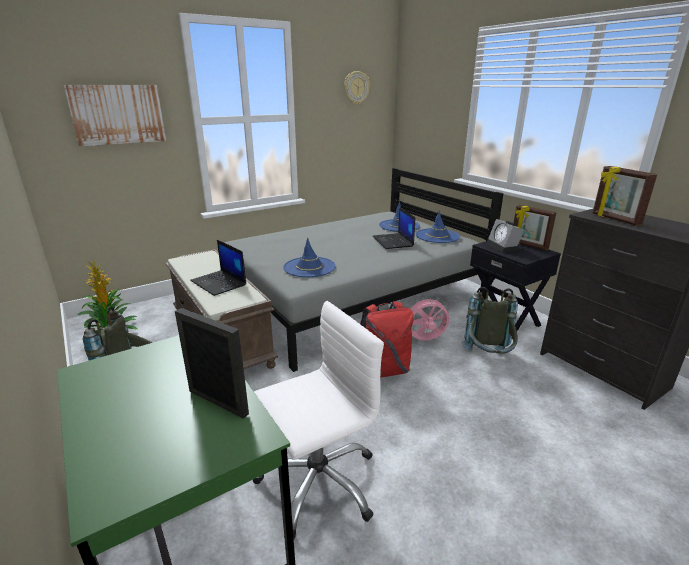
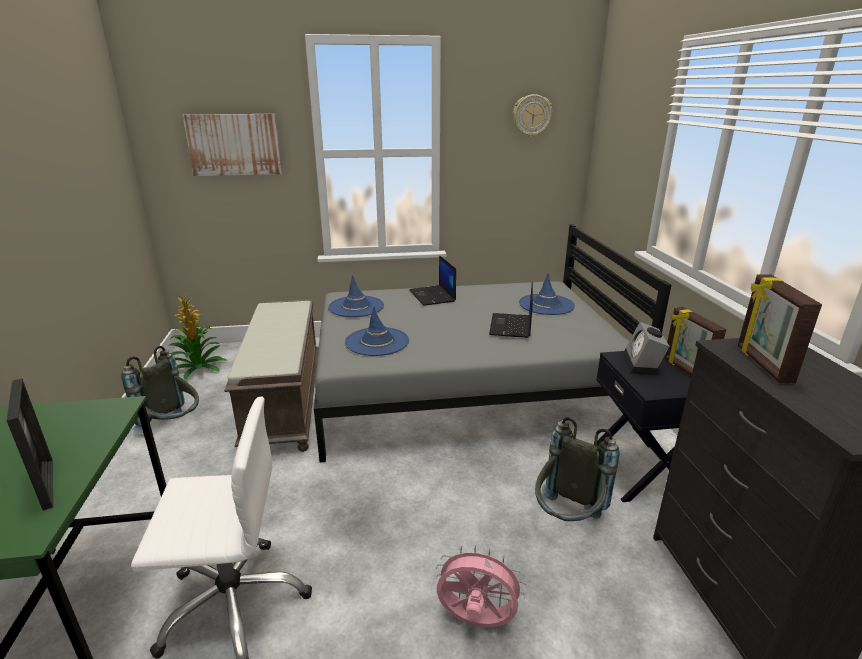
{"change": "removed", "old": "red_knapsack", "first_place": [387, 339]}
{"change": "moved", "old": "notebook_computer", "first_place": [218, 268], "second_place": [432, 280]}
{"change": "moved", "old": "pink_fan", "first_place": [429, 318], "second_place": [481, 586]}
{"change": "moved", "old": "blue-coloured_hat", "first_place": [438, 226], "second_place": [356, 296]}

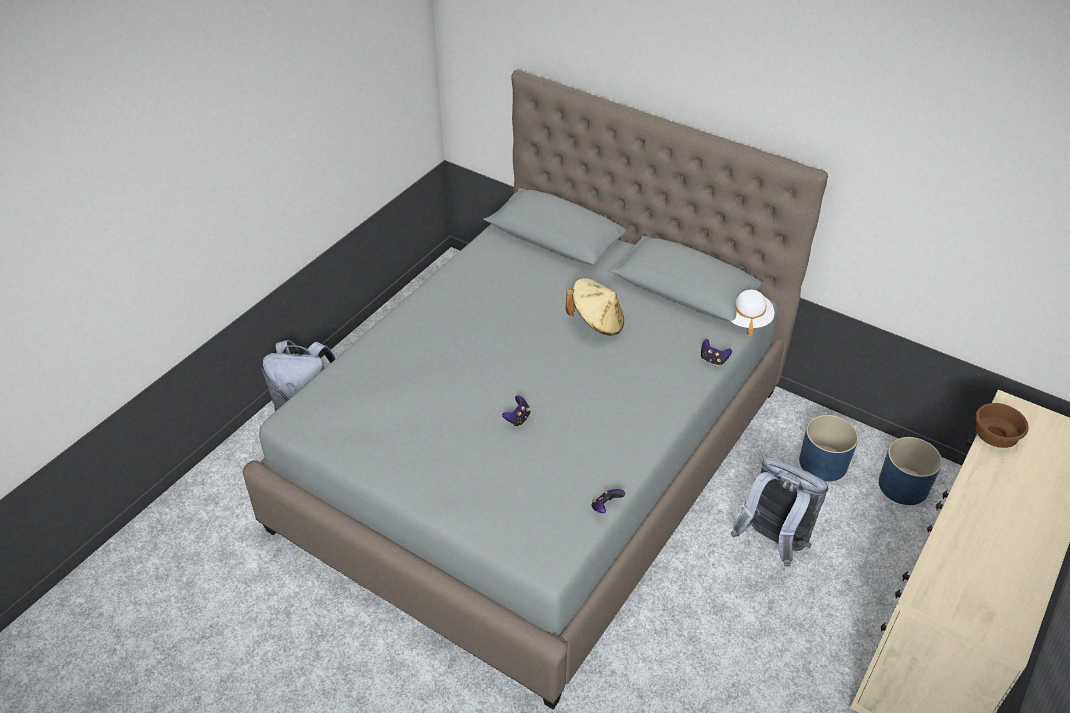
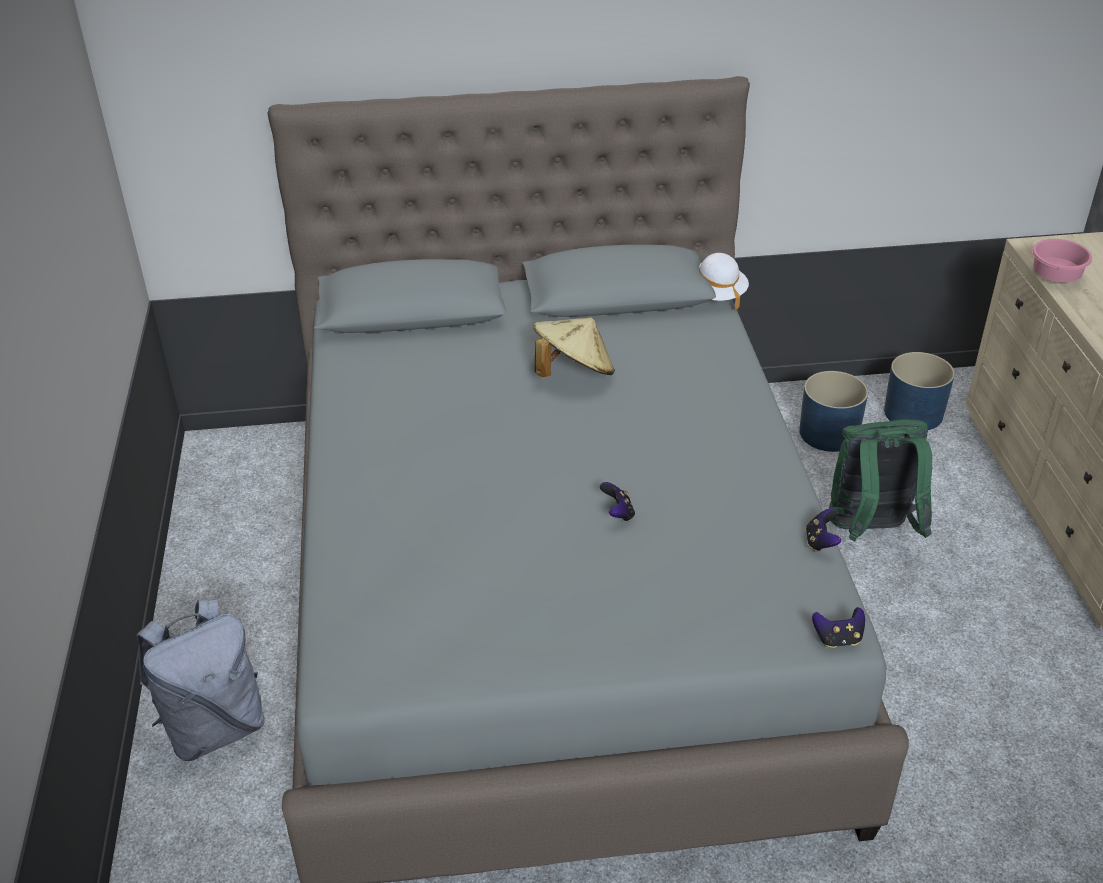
{"change": "moved", "old": "gamepad", "first_place": [716, 352], "second_place": [838, 627]}
{"change": "recoloured", "old": "gray_knapsack", "new": "green_knapsack", "first_place": [779, 512], "second_place": [880, 480]}
{"change": "recoloured", "old": "brown_serving_bowl", "new": "pink_serving_bowl", "first_place": [1002, 425], "second_place": [1062, 260]}

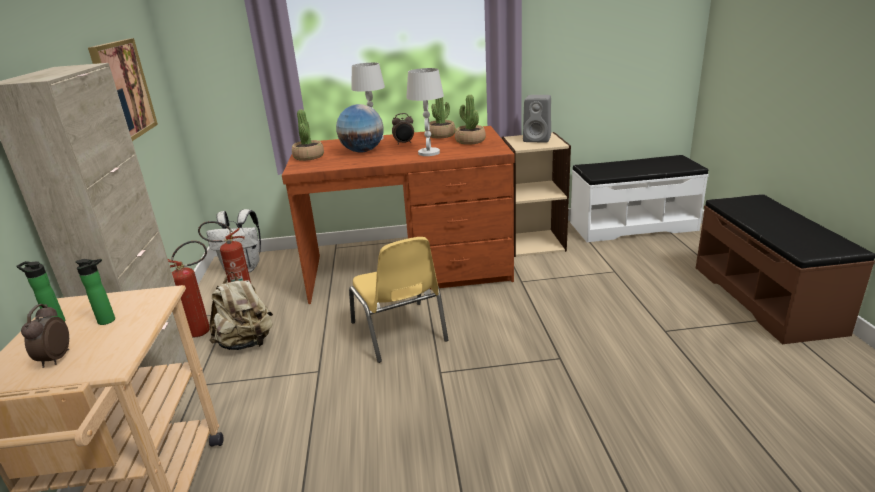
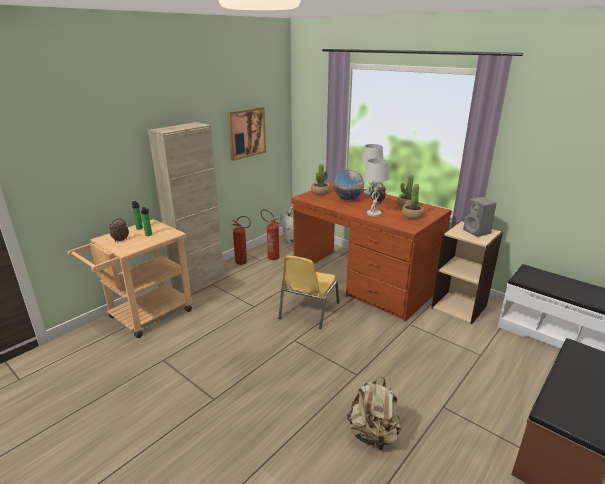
{"change": "moved", "old": "beige-coloured_knapsack", "first_place": [241, 311], "second_place": [374, 413]}

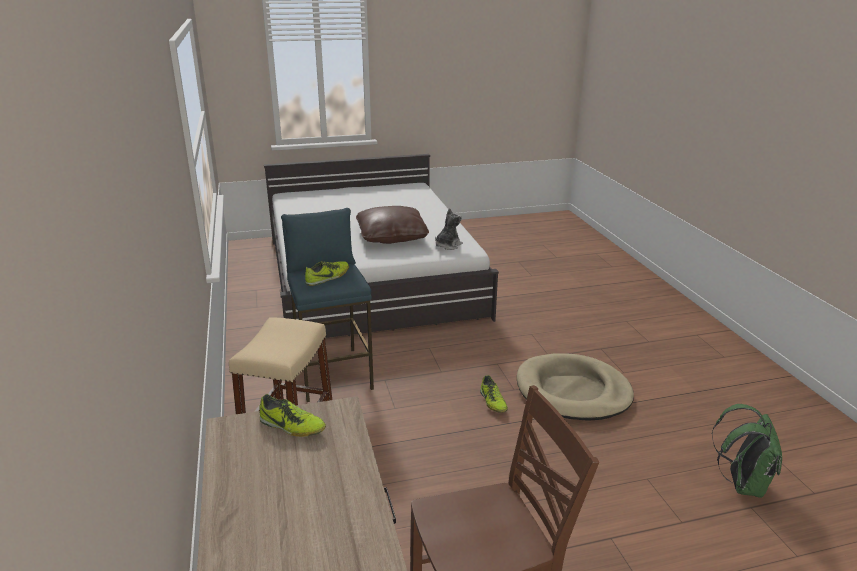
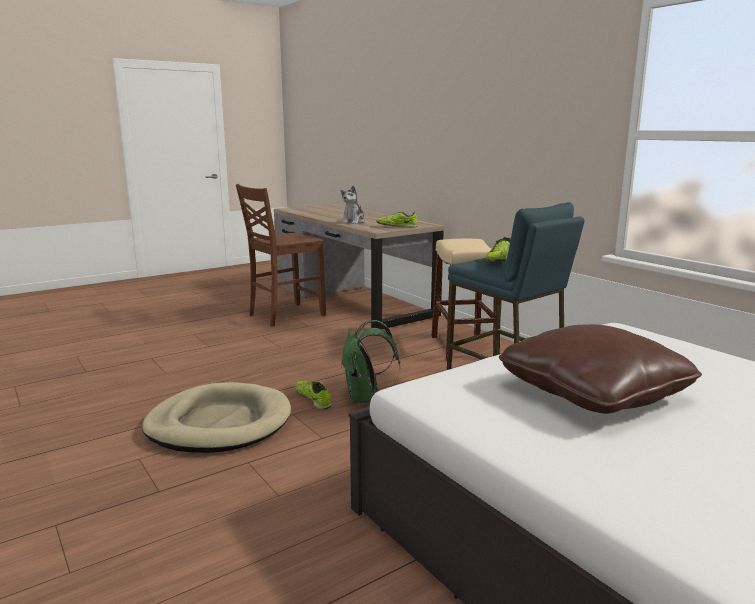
{"change": "moved", "old": "plush_toy", "first_place": [449, 229], "second_place": [352, 204]}
{"change": "moved", "old": "green_knapsack", "first_place": [747, 451], "second_place": [370, 361]}

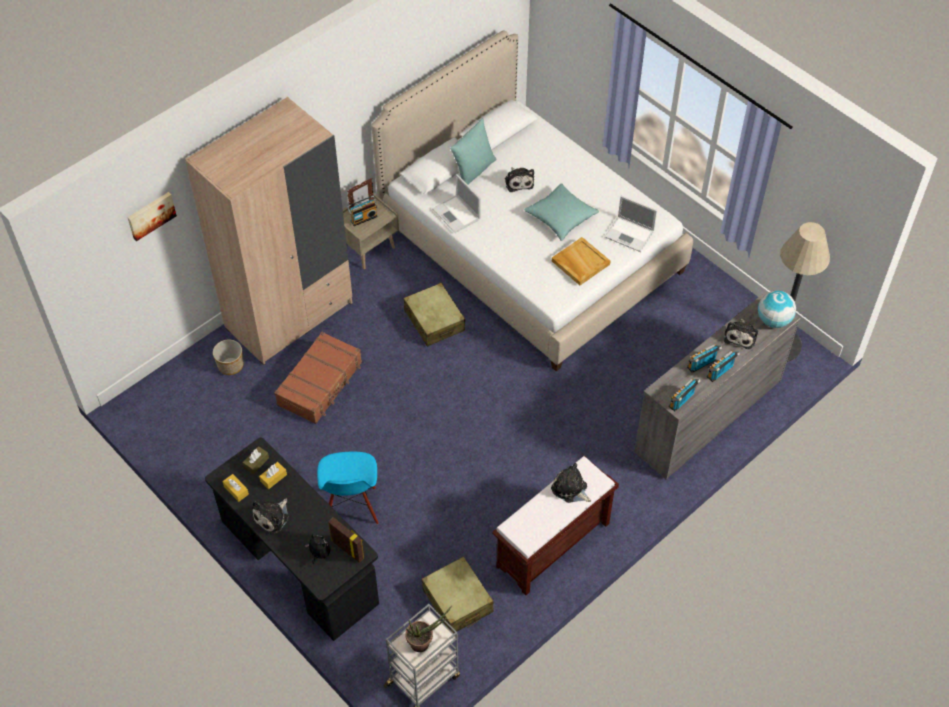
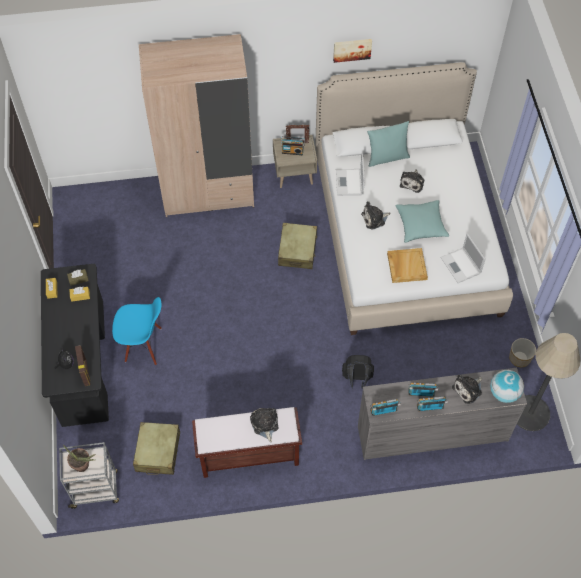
{"change": "removed", "old": "brown_travel_case", "first_place": [318, 378]}
{"change": "added", "new": "black-coloured_knapsack", "second_place": [358, 372]}
{"change": "moved", "old": "wall_picture", "first_place": [152, 216], "second_place": [352, 51]}
{"change": "moved", "old": "planter", "first_place": [228, 357], "second_place": [522, 352]}
{"change": "moved", "old": "plush_toy", "first_place": [270, 516], "second_place": [376, 215]}
{"change": "turned", "old": "blue-coloured_upright_chair", "first_place": [348, 488], "second_place": [137, 331], "degrees": -120}

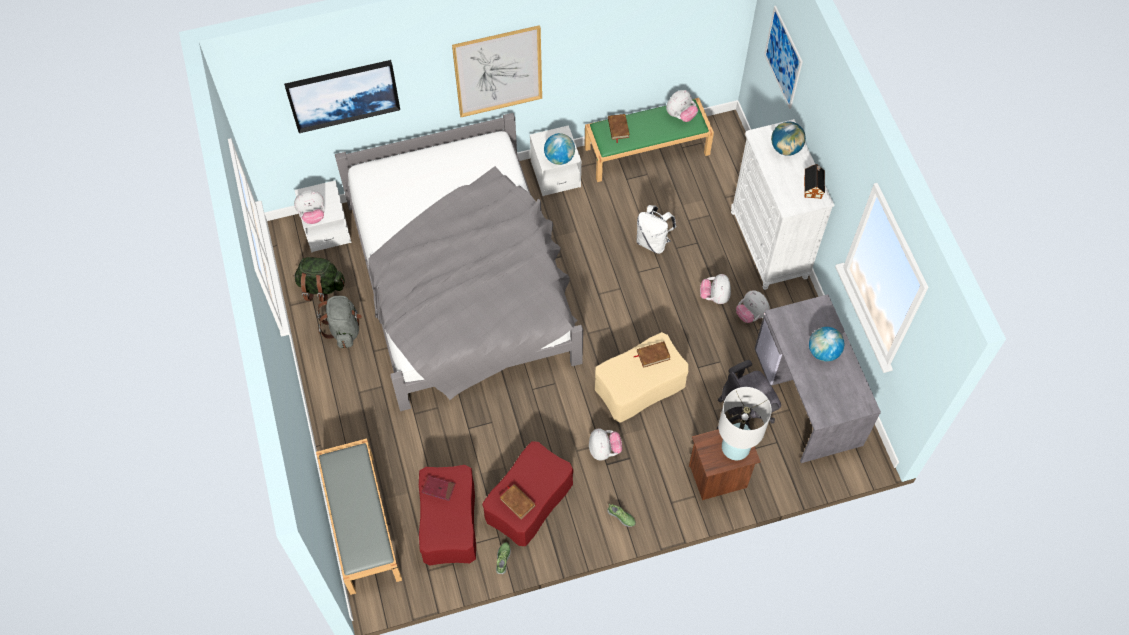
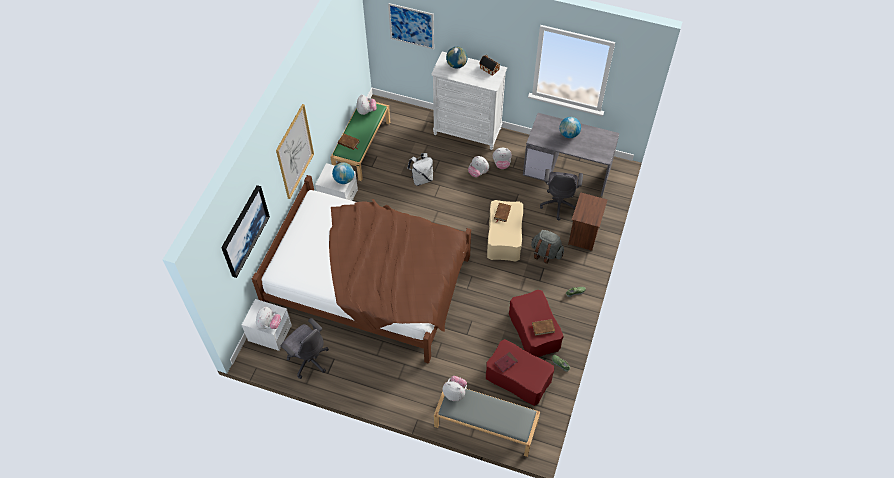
{"change": "removed", "old": "white_tabletop_lamp", "first_place": [745, 423]}
{"change": "moved", "old": "gray_knapsack", "first_place": [339, 322], "second_place": [547, 247]}
{"change": "moved", "old": "plush_toy", "first_place": [605, 444], "second_place": [455, 388]}
{"change": "replaced", "old": "green_knapsack", "new": "gray_computer_chair", "first_place": [319, 279], "second_place": [305, 348]}
{"change": "recoloured", "old": "gray_bedroom_bed", "new": "brown_bedroom_bed", "first_place": [459, 262], "second_place": [361, 269]}

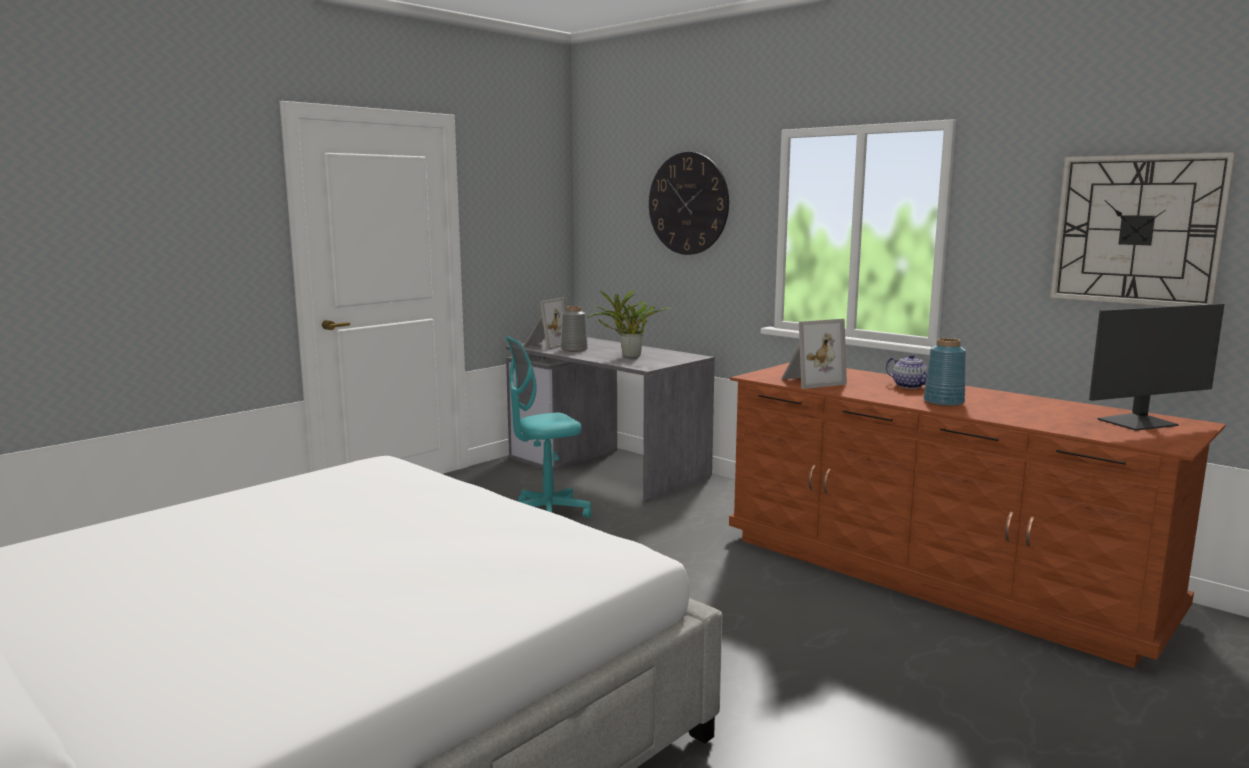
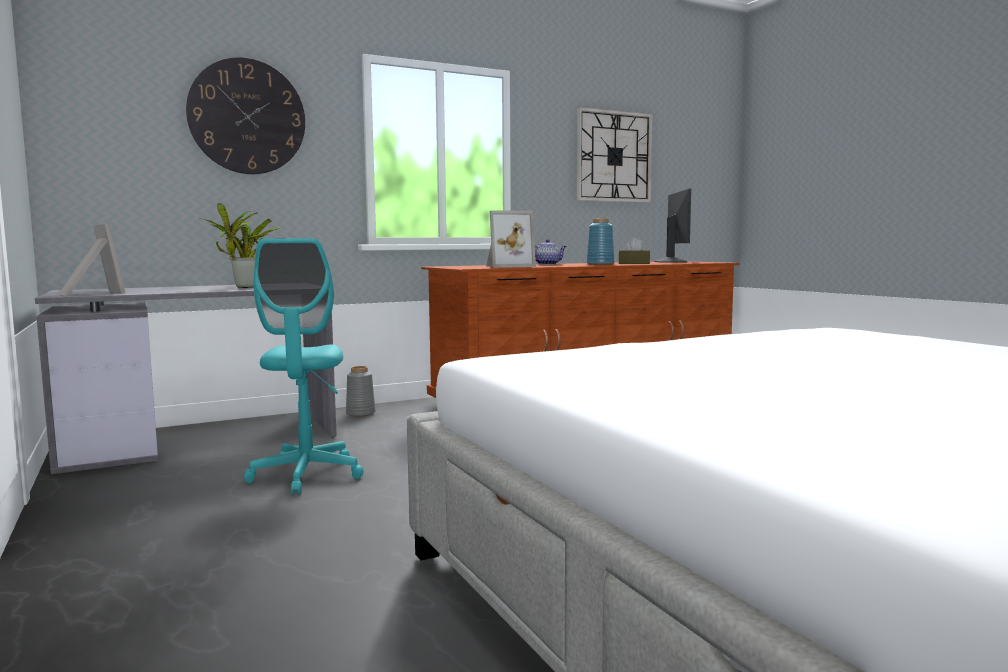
{"change": "added", "new": "brown_box_of_tissues", "second_place": [634, 251]}
{"change": "moved", "old": "gray_vase", "first_place": [574, 329], "second_place": [360, 391]}
{"change": "turned", "old": "photo_frame", "first_place": [814, 354], "second_place": [511, 239], "degrees": 75}

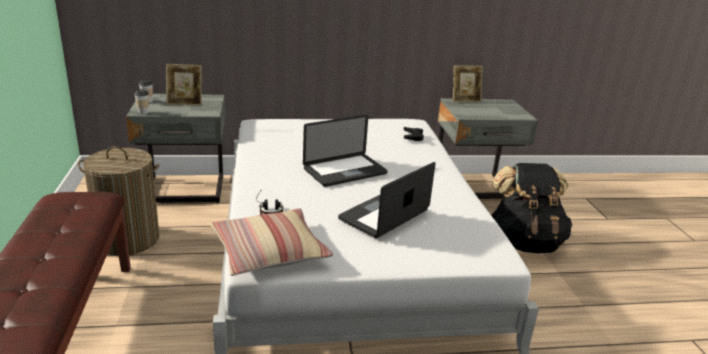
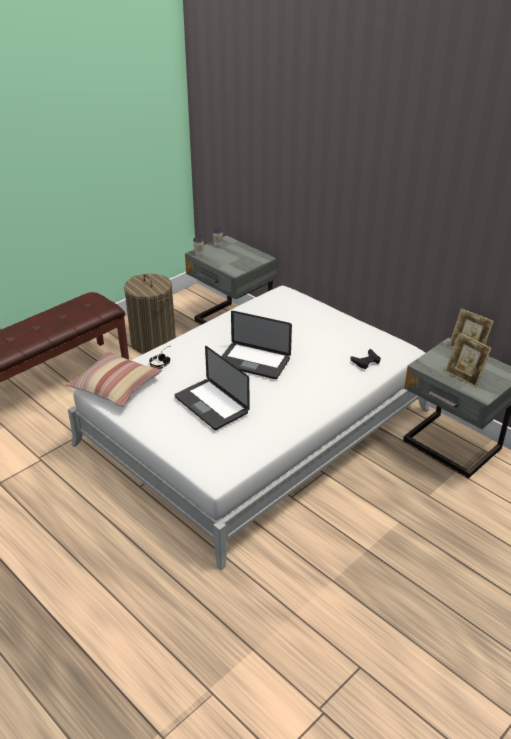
{"change": "removed", "old": "black-coloured_knapsack", "first_place": [531, 208]}
{"change": "moved", "old": "photo_frame", "first_place": [184, 84], "second_place": [468, 360]}
{"change": "turned", "old": "notebook_computer", "first_place": [387, 200], "second_place": [212, 388], "degrees": -135}

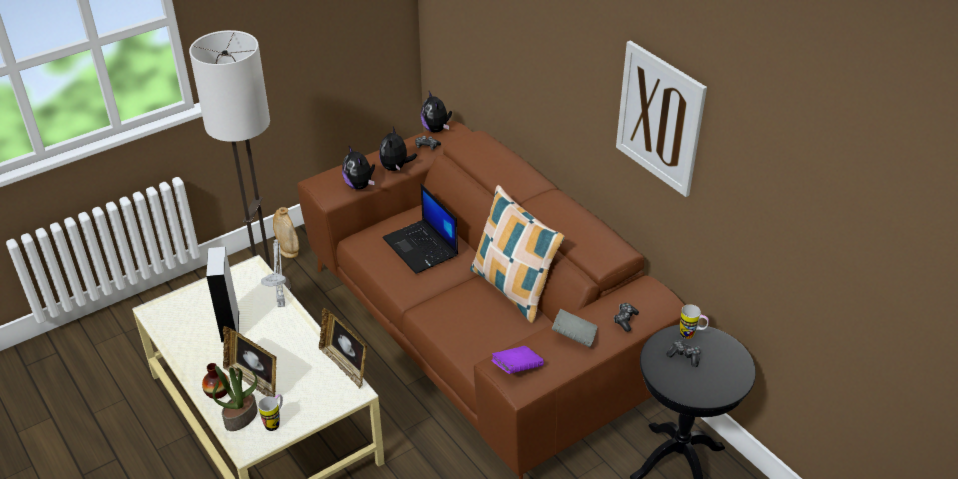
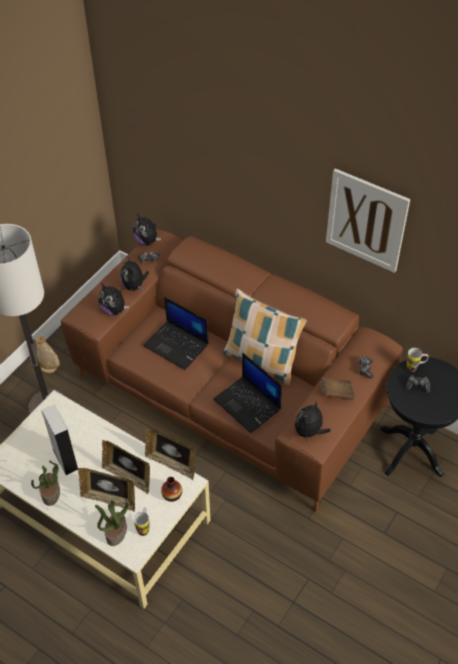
{"change": "removed", "old": "gray_tabletop_lamp", "first_place": [273, 273]}
{"change": "added", "new": "potted_plant", "second_place": [45, 483]}
{"change": "added", "new": "photo_frame", "second_place": [126, 467]}
{"change": "added", "new": "notebook_computer", "second_place": [247, 393]}
{"change": "moved", "old": "vase", "first_place": [216, 381], "second_place": [171, 489]}
{"change": "replaced", "old": "purple-coloured_bound_book", "new": "plush_toy", "first_place": [517, 360], "second_place": [313, 421]}
{"change": "recoloured", "old": "gray_bound_book", "new": "brown_bound_book", "first_place": [575, 328], "second_place": [337, 388]}

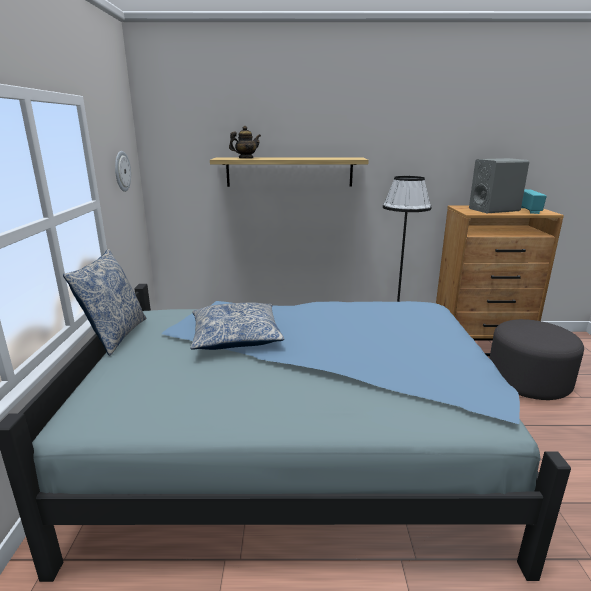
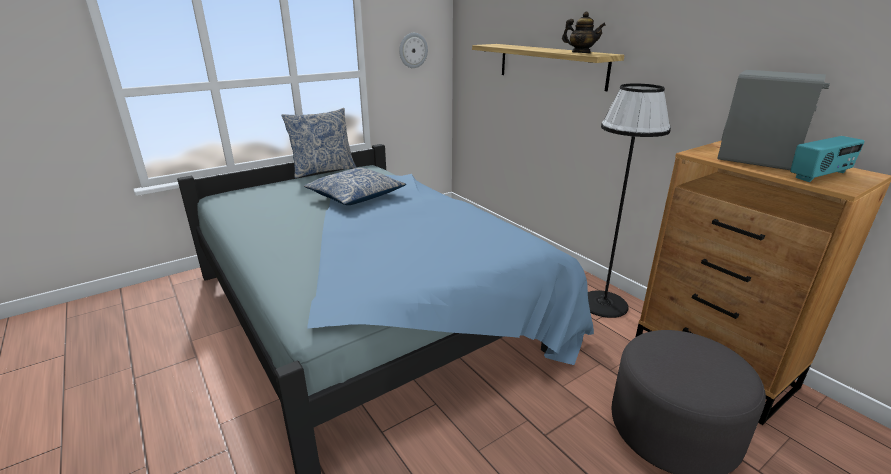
{"change": "moved", "old": "tea_pot", "first_place": [245, 142], "second_place": [584, 32]}

